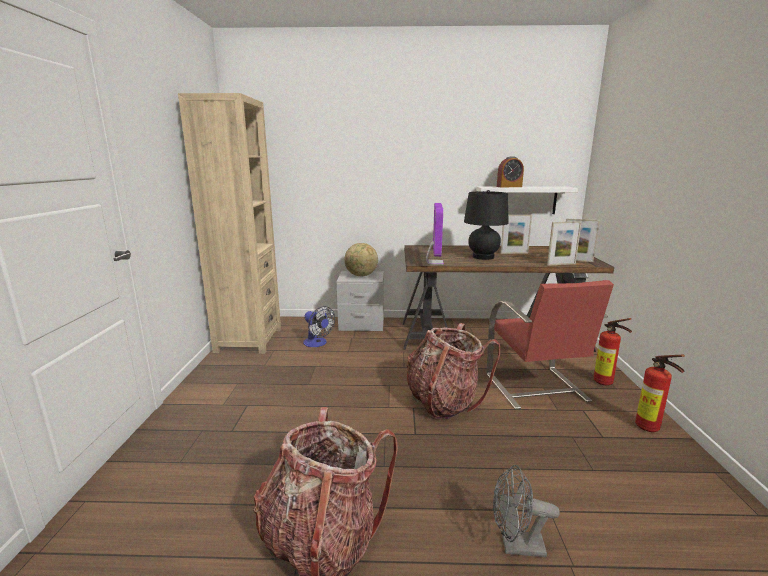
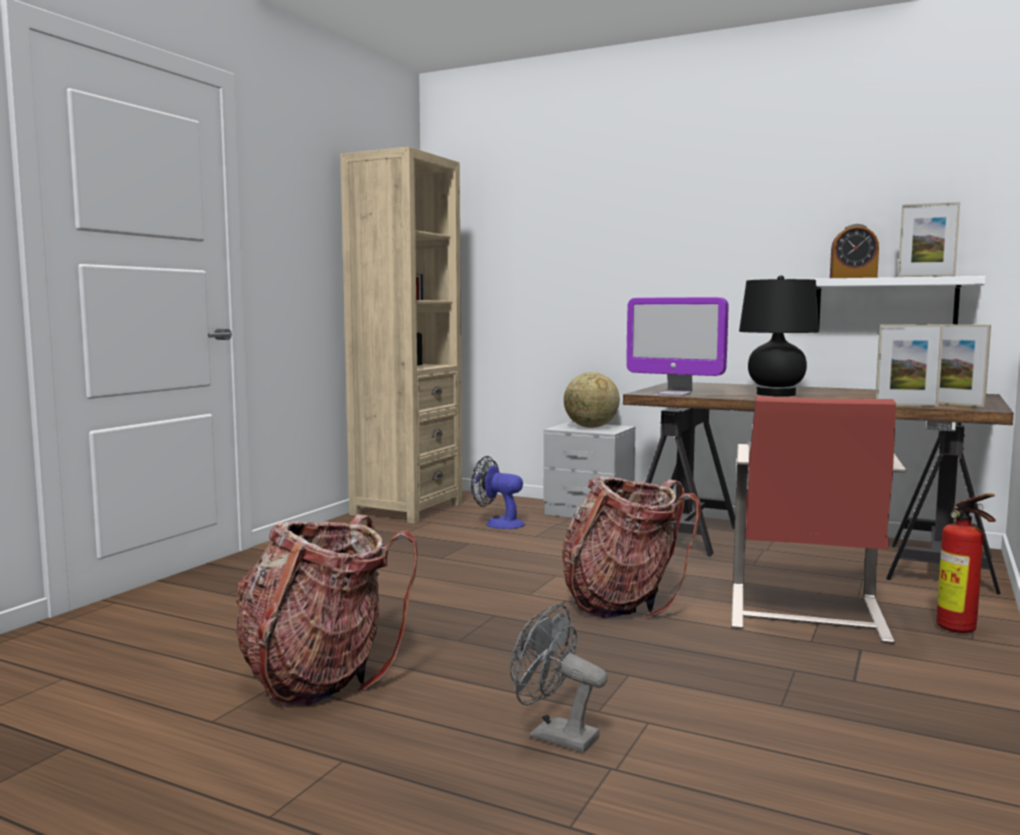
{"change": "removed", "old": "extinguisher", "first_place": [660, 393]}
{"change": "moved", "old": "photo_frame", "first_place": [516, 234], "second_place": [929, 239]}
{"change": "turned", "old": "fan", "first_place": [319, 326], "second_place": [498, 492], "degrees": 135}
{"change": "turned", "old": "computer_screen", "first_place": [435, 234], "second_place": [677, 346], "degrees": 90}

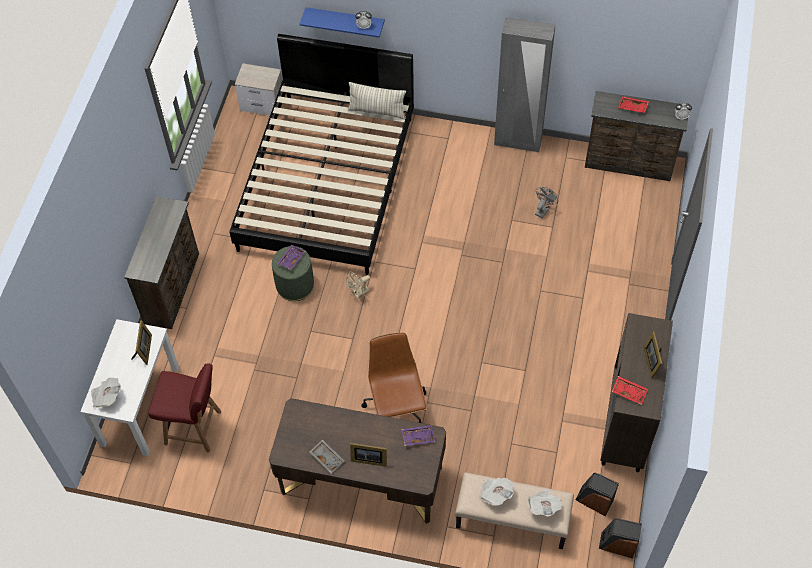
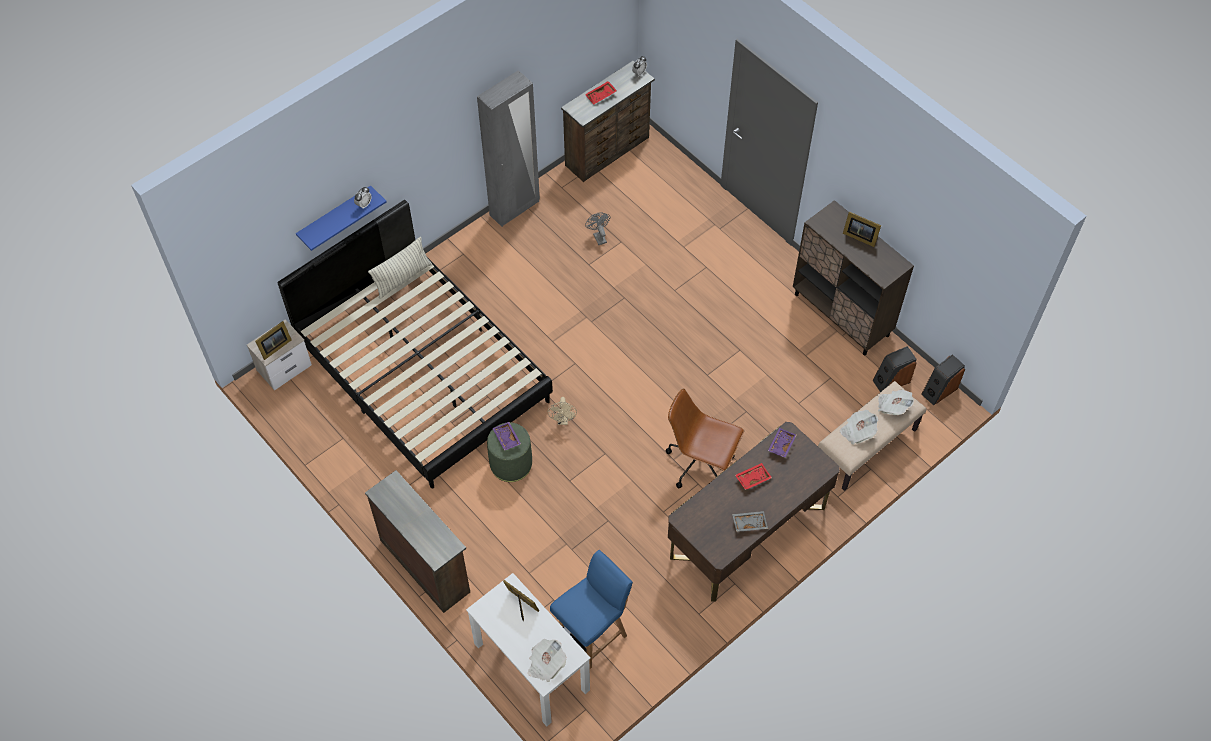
{"change": "moved", "old": "photo_frame", "first_place": [368, 455], "second_place": [273, 340]}
{"change": "moved", "old": "red_carrying_tray", "first_place": [630, 390], "second_place": [753, 476]}
{"change": "recoloured", "old": "red_upright_chair", "new": "blue-coloured_upright_chair", "first_place": [184, 407], "second_place": [591, 609]}

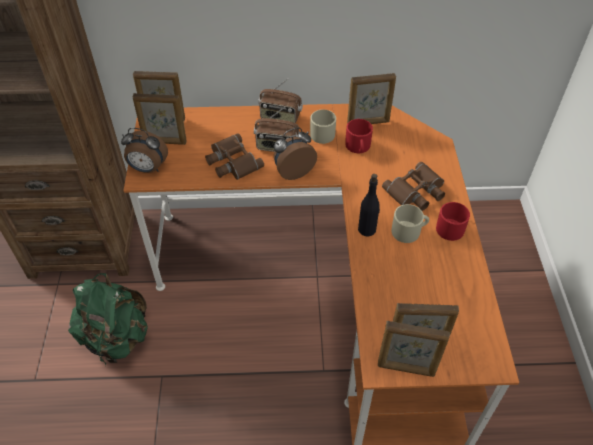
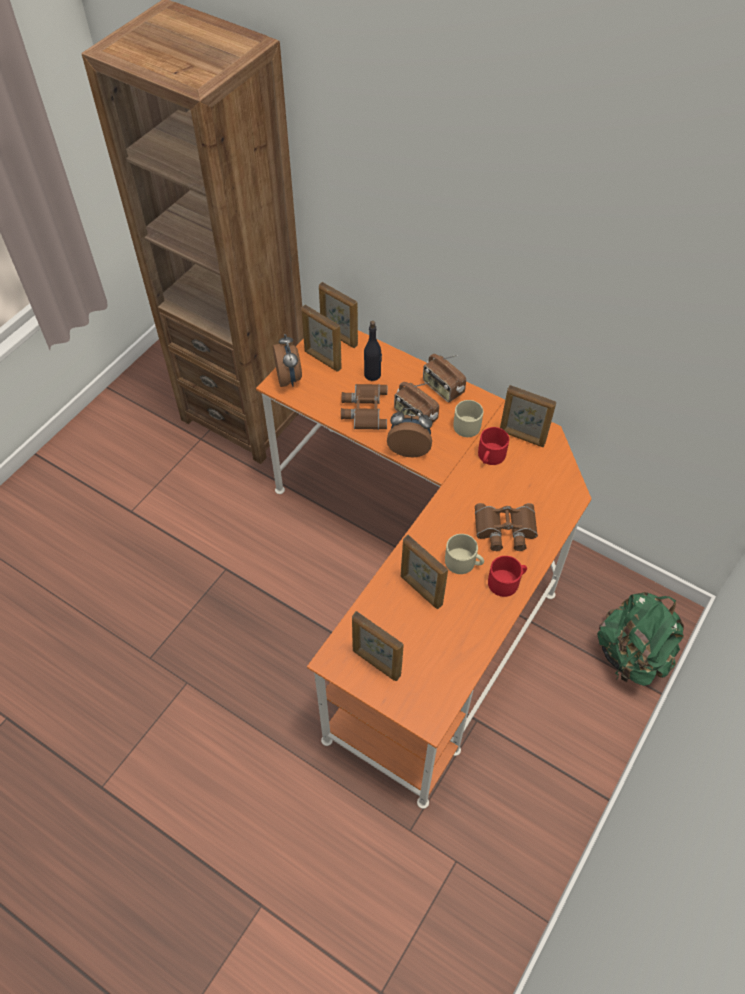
{"change": "moved", "old": "green_knapsack", "first_place": [108, 319], "second_place": [640, 639]}
{"change": "moved", "old": "black-coloured_beverage_bottle", "first_place": [369, 205], "second_place": [373, 351]}
{"change": "moved", "old": "photo_frame", "first_place": [414, 349], "second_place": [424, 572]}
{"change": "turned", "old": "table_clock", "first_place": [144, 150], "second_place": [287, 360], "degrees": -150}

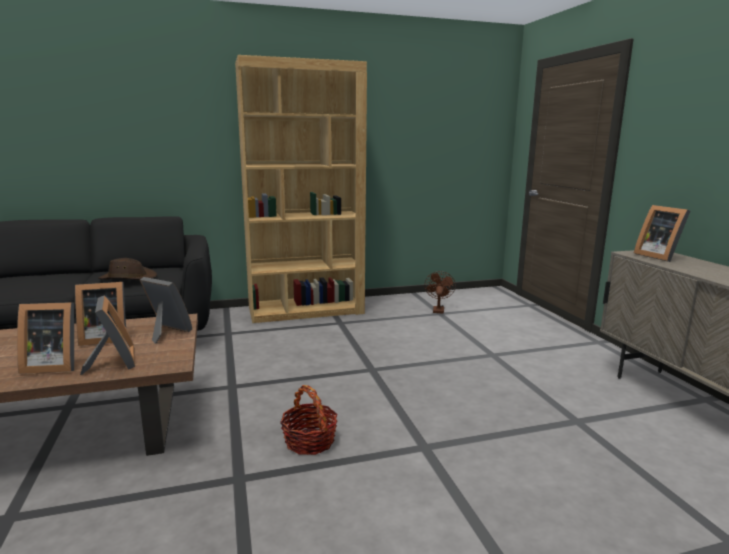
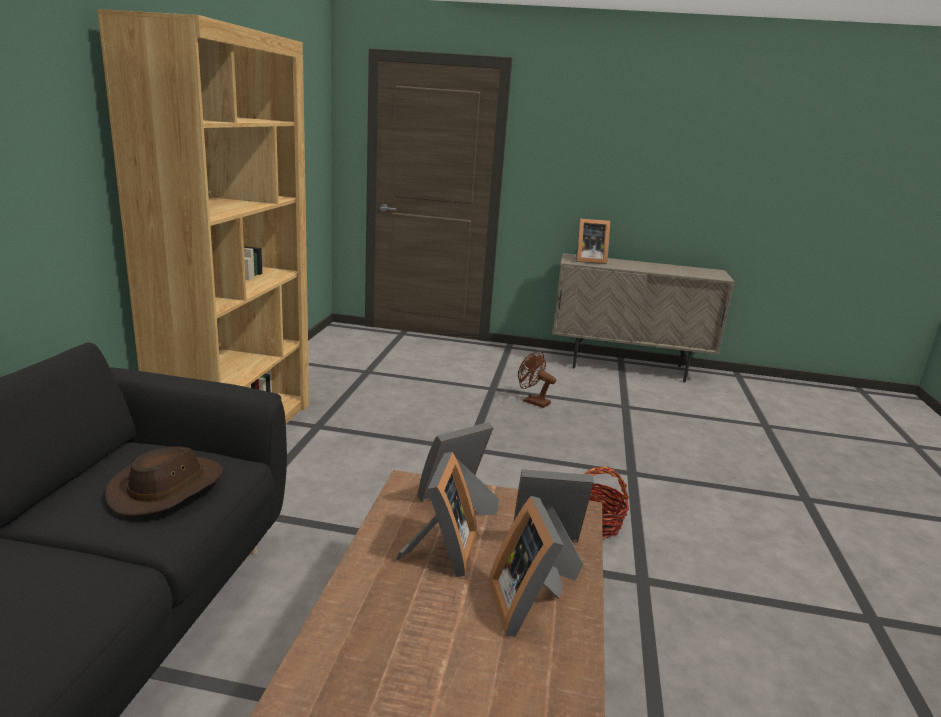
{"change": "moved", "old": "brown_fan", "first_place": [440, 292], "second_place": [537, 379]}
{"change": "turned", "old": "photo_frame", "first_place": [45, 338], "second_place": [526, 566], "degrees": 150}

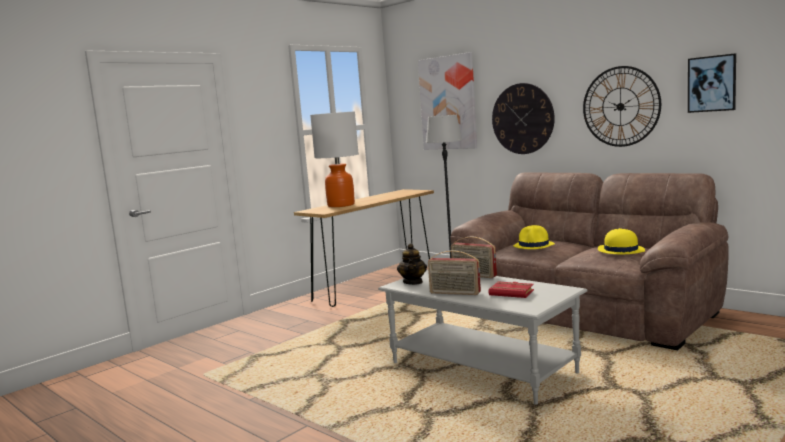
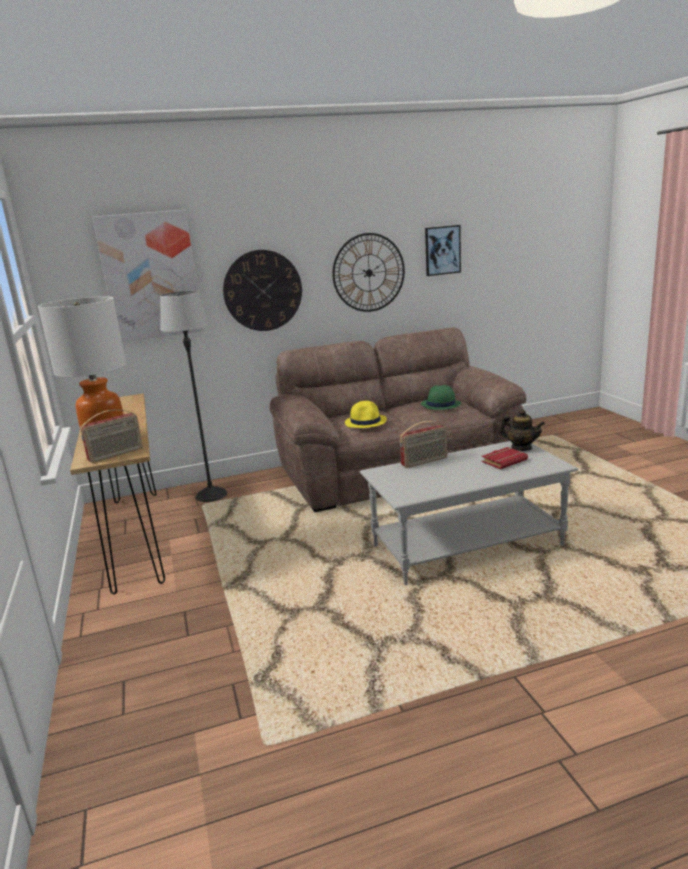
{"change": "moved", "old": "tea_pot", "first_place": [412, 264], "second_place": [522, 430]}
{"change": "moved", "old": "radio_set", "first_place": [454, 273], "second_place": [111, 436]}
{"change": "recoloured", "old": "yellowish_hat", "new": "green_hat", "first_place": [621, 241], "second_place": [441, 397]}

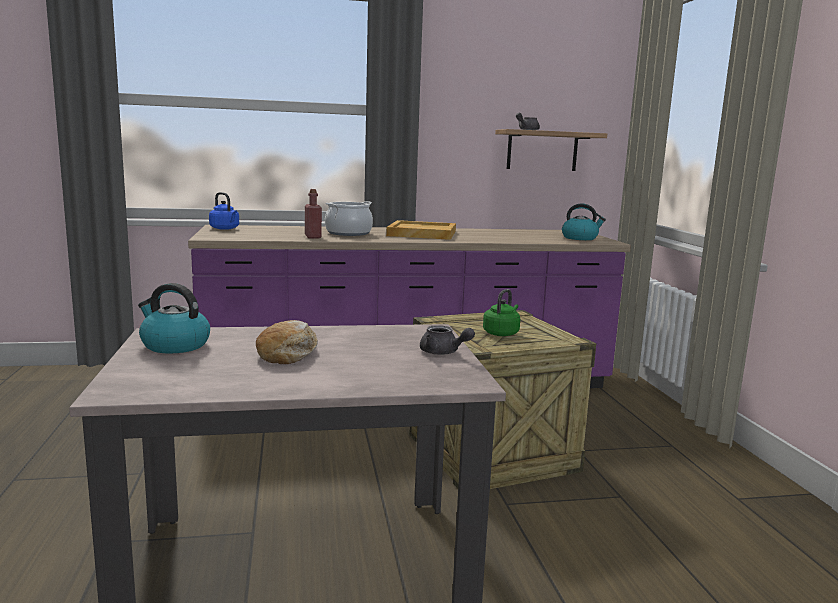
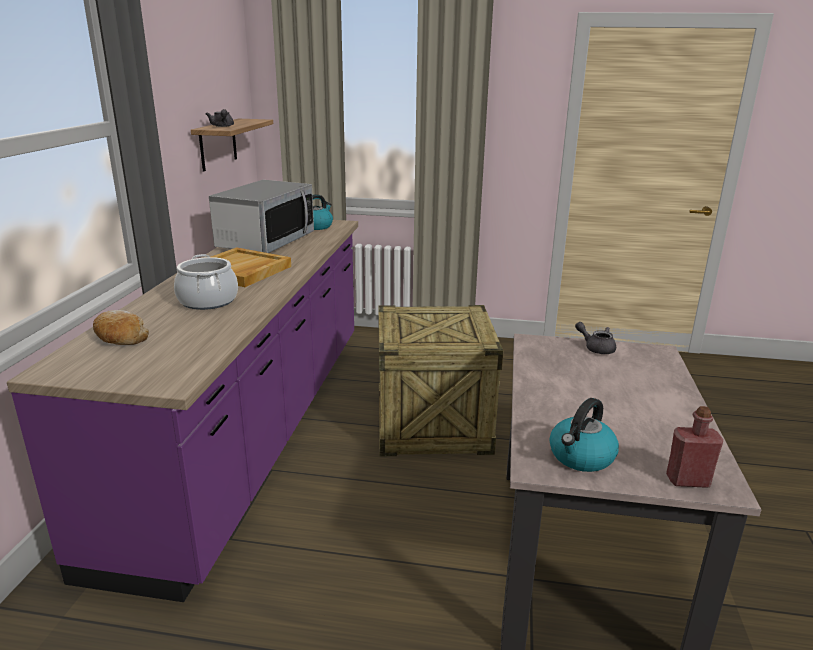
{"change": "removed", "old": "blue-coloured_water_kettle", "first_place": [224, 211]}
{"change": "removed", "old": "green_water_kettle", "first_place": [501, 312]}
{"change": "added", "new": "microwave_oven", "second_place": [261, 216]}
{"change": "moved", "old": "baked_bread", "first_place": [287, 342], "second_place": [121, 327]}
{"change": "moved", "old": "red_beverage_bottle", "first_place": [313, 214], "second_place": [694, 447]}
{"change": "turned", "old": "gray_tea_pot", "first_place": [447, 340], "second_place": [595, 338], "degrees": -105}

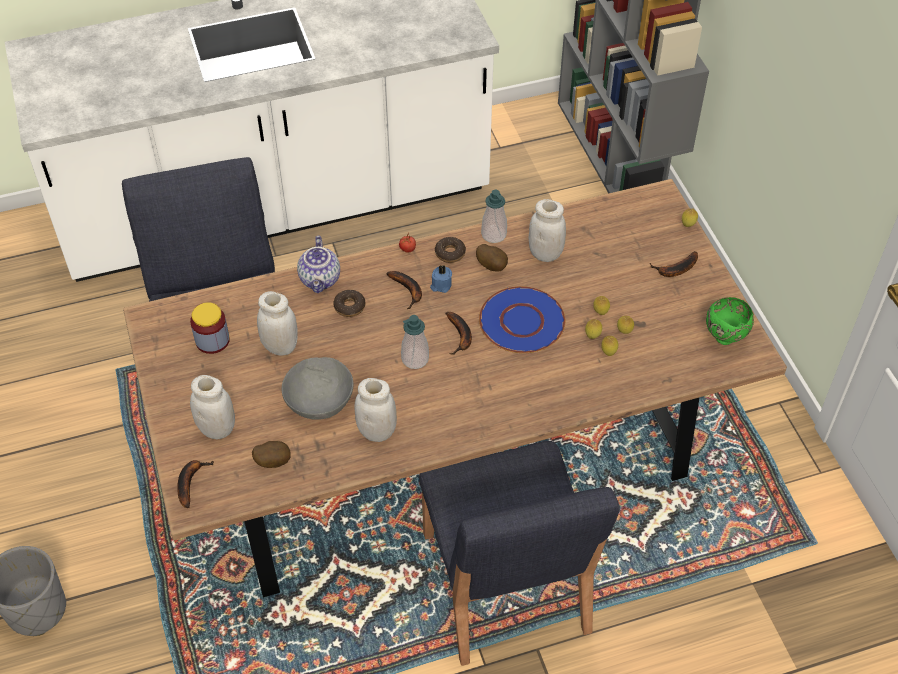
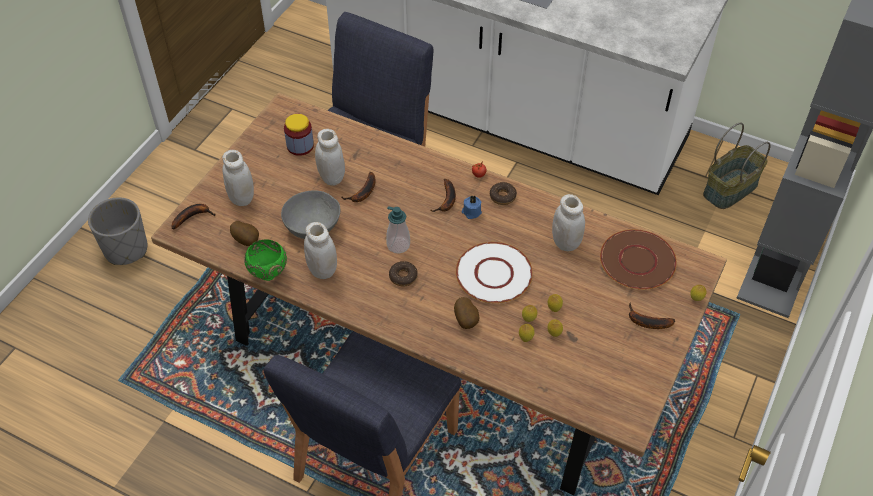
{"change": "removed", "old": "tea_pot", "first_place": [318, 264]}
{"change": "removed", "old": "liquid_soap_bottle", "first_place": [494, 216]}
{"change": "added", "new": "brown_dinner_plate", "second_place": [638, 259]}
{"change": "added", "new": "household_basket", "second_place": [737, 166]}
{"change": "moved", "old": "ring_doughnut", "first_place": [349, 303], "second_place": [403, 273]}
{"change": "moved", "old": "banana", "first_place": [458, 333], "second_place": [358, 187]}
{"change": "moved", "old": "potato", "first_place": [492, 258], "second_place": [466, 313]}
{"change": "moved", "old": "green_serving_bowl", "first_place": [730, 321], "second_place": [265, 260]}
{"change": "recoloured", "old": "blue-coloured_dinner_plate", "new": "white_dinner_plate", "first_place": [522, 319], "second_place": [494, 272]}

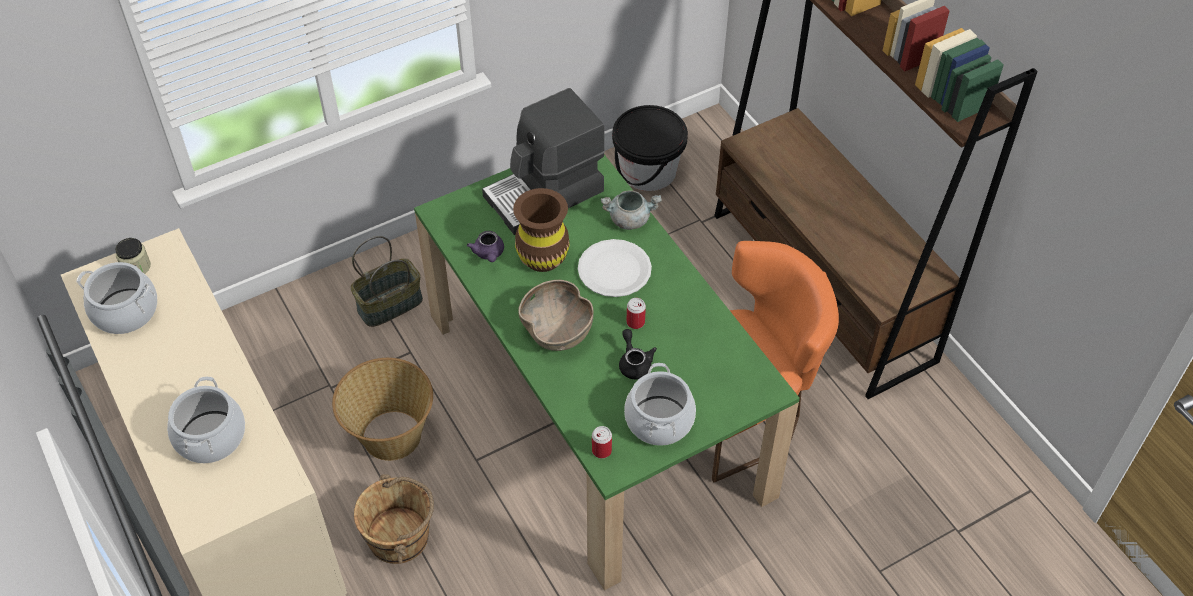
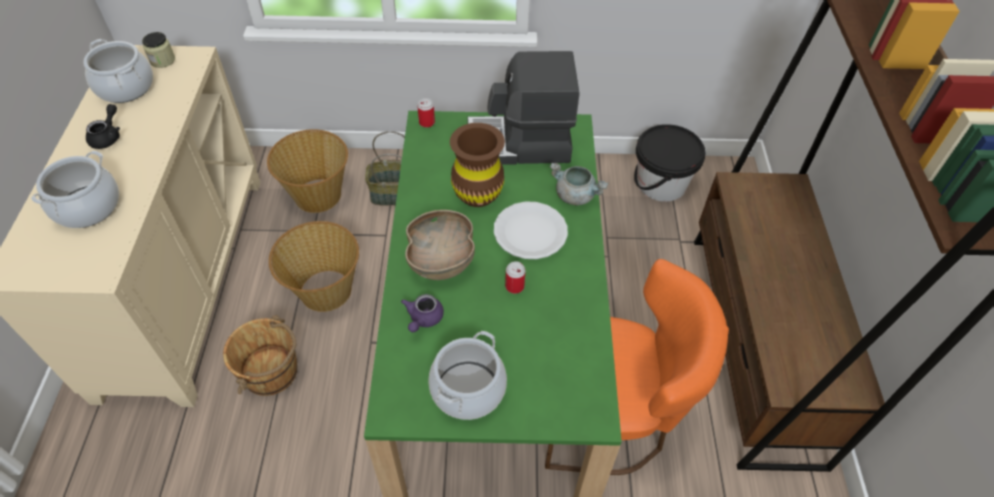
{"change": "added", "new": "household_basket", "second_place": [307, 171]}
{"change": "moved", "old": "purple-coloured_tea_pot", "first_place": [485, 246], "second_place": [422, 313]}
{"change": "moved", "old": "can", "first_place": [602, 442], "second_place": [426, 112]}
{"change": "moved", "old": "black-coloured_tea_pot", "first_place": [638, 354], "second_place": [103, 126]}

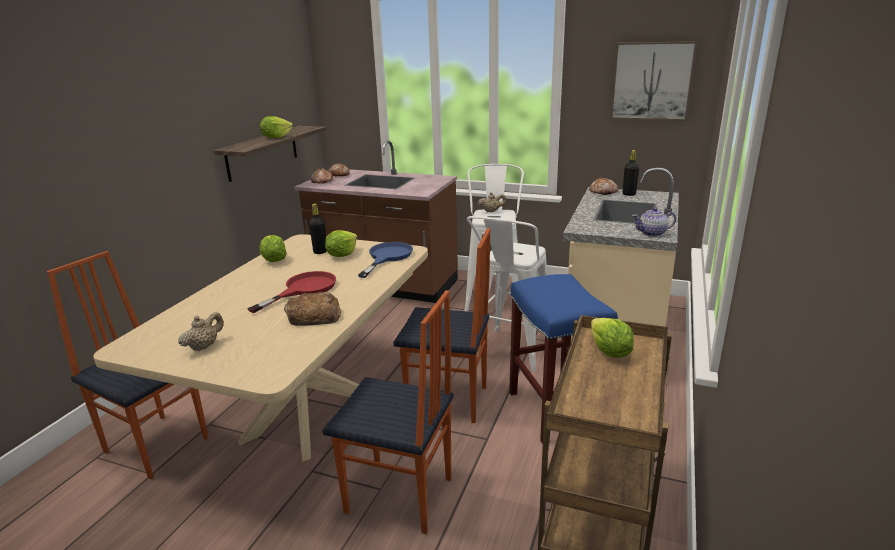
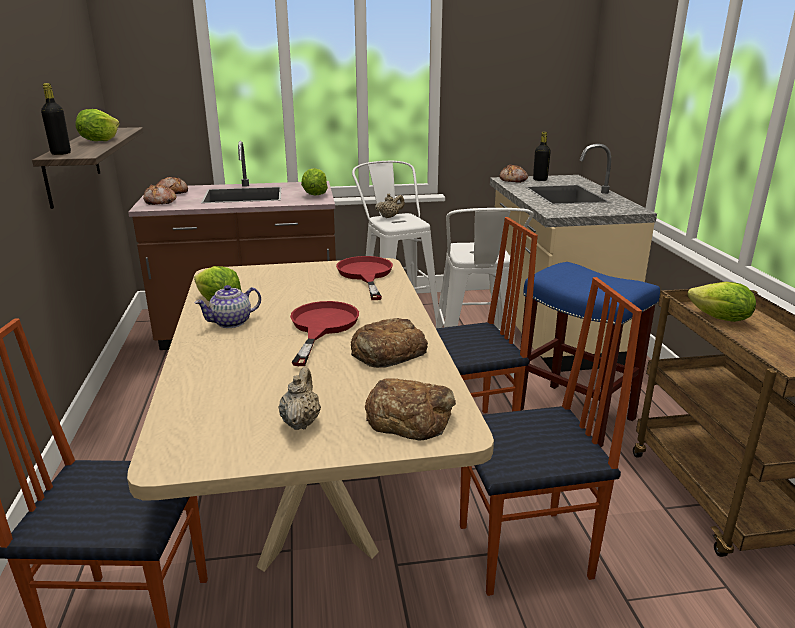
{"change": "removed", "old": "wall_picture", "first_place": [654, 81]}
{"change": "added", "new": "baked_bread", "second_place": [410, 409]}
{"change": "moved", "old": "black-coloured_beverage_bottle", "first_place": [318, 229], "second_place": [56, 119]}
{"change": "moved", "old": "lettuce_head", "first_place": [341, 243], "second_place": [314, 182]}
{"change": "moved", "old": "tea_pot", "first_place": [654, 222], "second_place": [227, 306]}
{"change": "recoloured", "old": "blue-coloured_skillet", "new": "red_skillet", "first_place": [385, 260], "second_place": [364, 278]}

